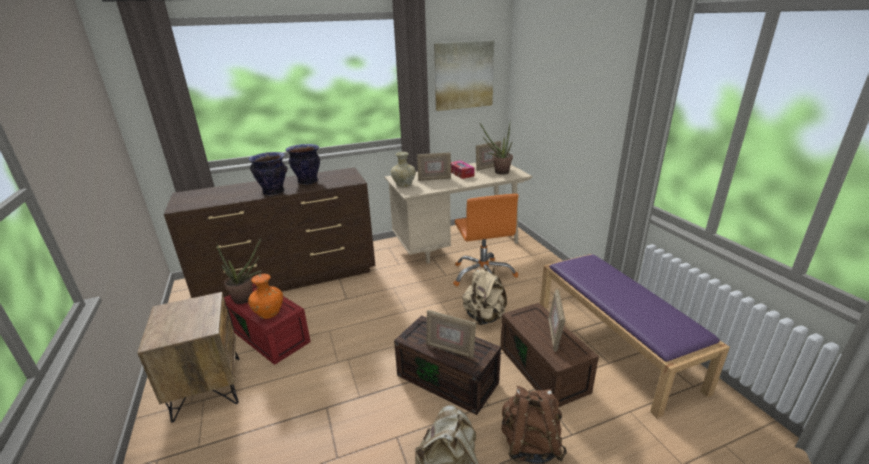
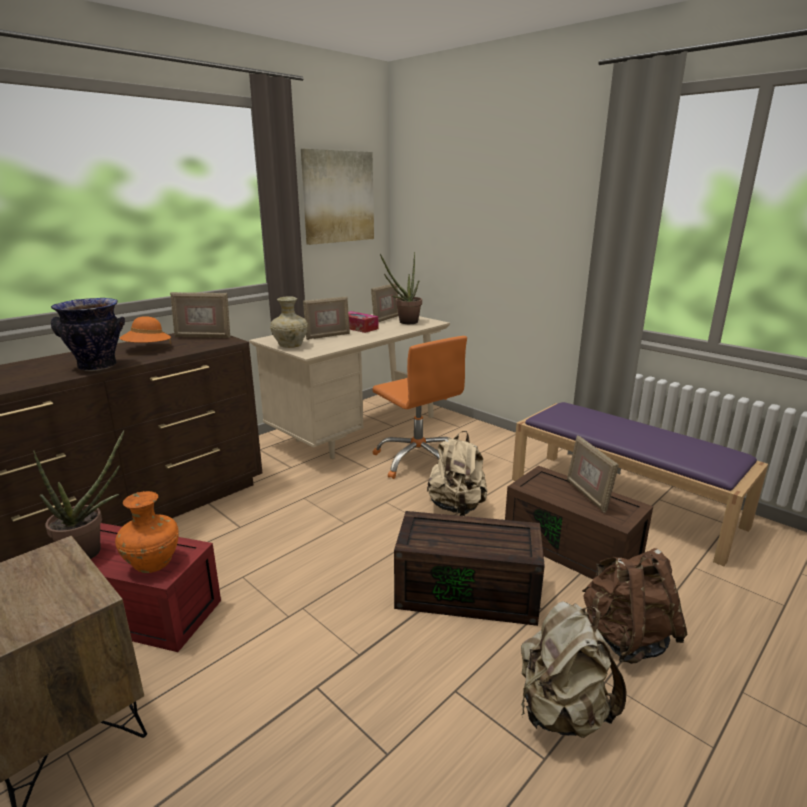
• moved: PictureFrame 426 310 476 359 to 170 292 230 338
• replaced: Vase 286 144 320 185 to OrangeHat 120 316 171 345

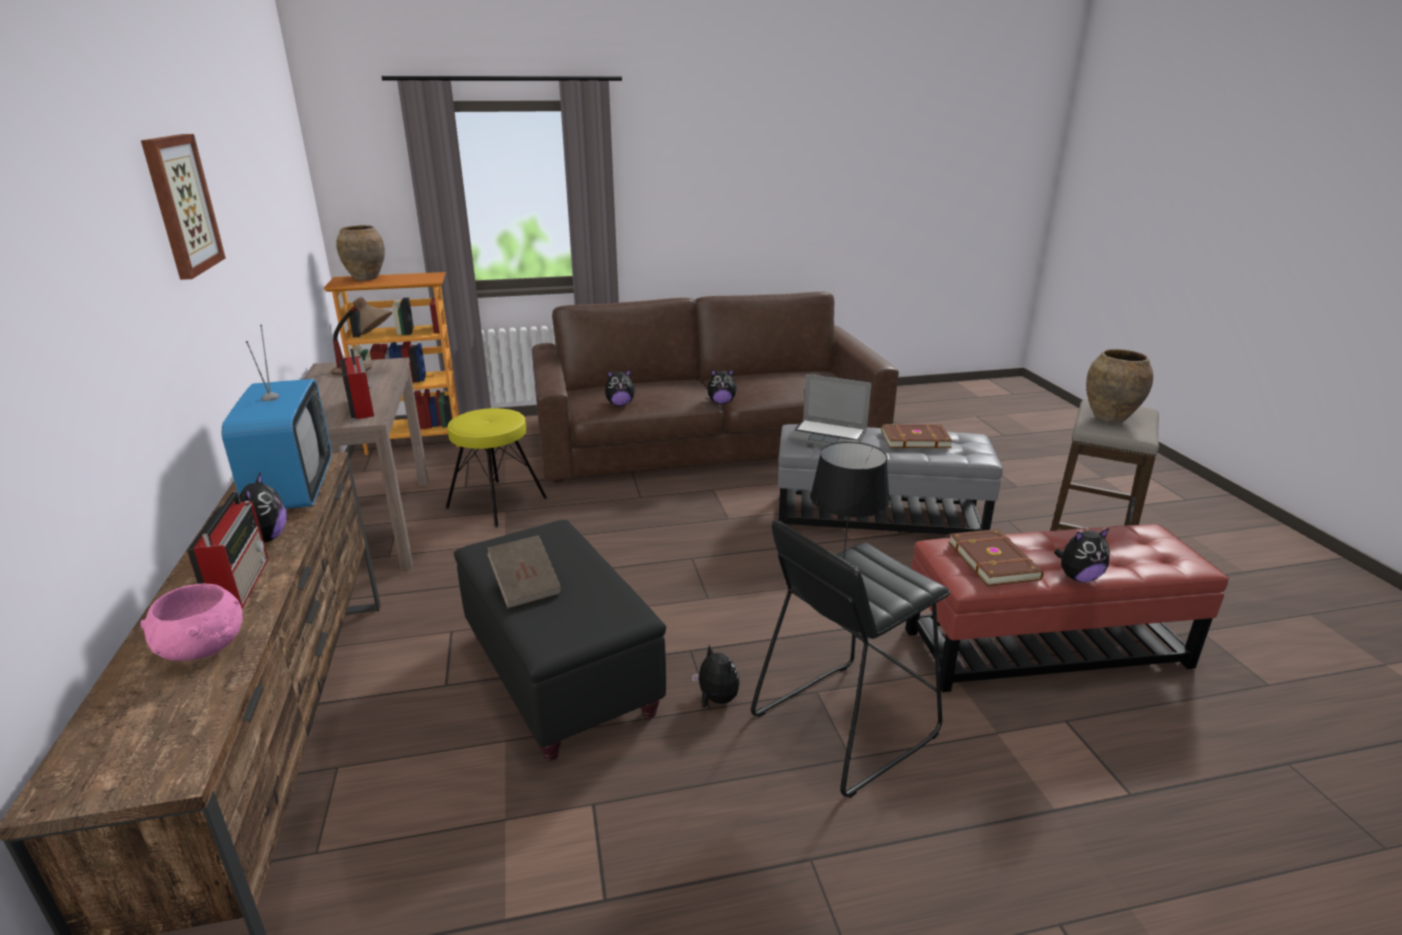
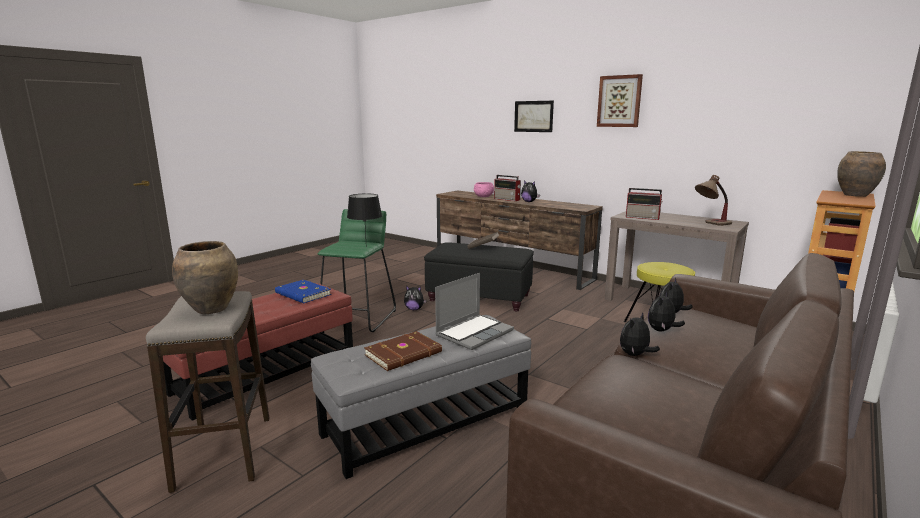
• removed: Television 221 325 332 509
• added: Picture 514 101 554 132
• moved: PlushToy 1054 528 1110 582 to 648 292 685 331
• recoloured: BlackStool 751 521 950 798 to GreenStool 317 209 396 332
• recoloured: BrownBook 948 529 1044 586 to BlueBook 275 280 331 303
• turned: Laptop 789 374 871 446 = 435 273 514 350 150 degrees clockwise

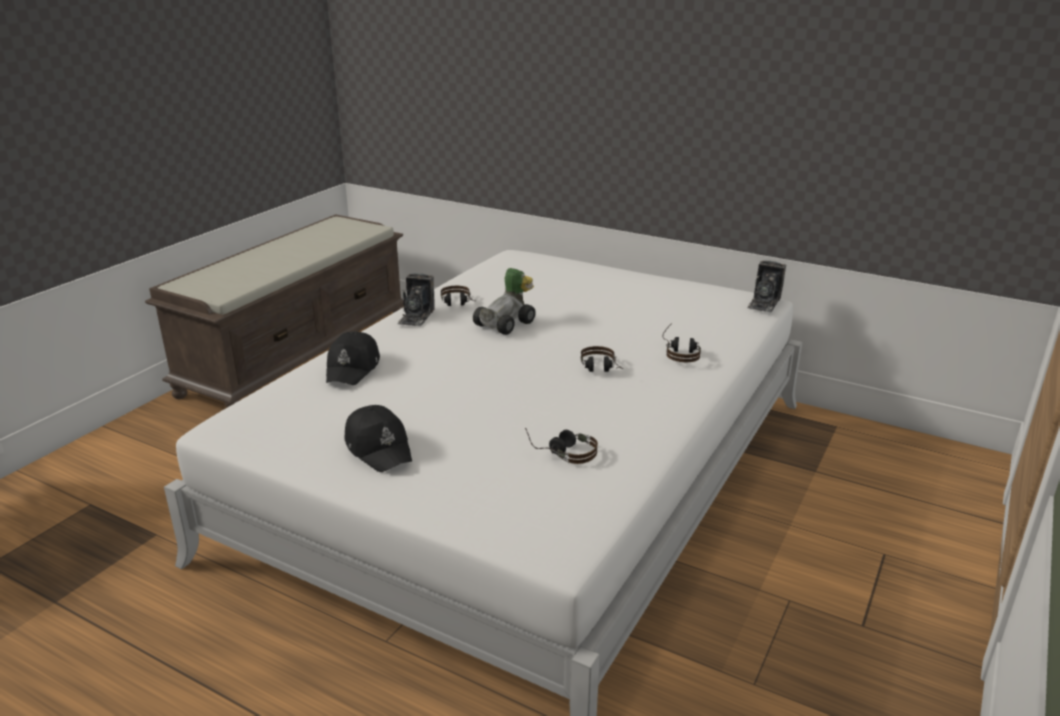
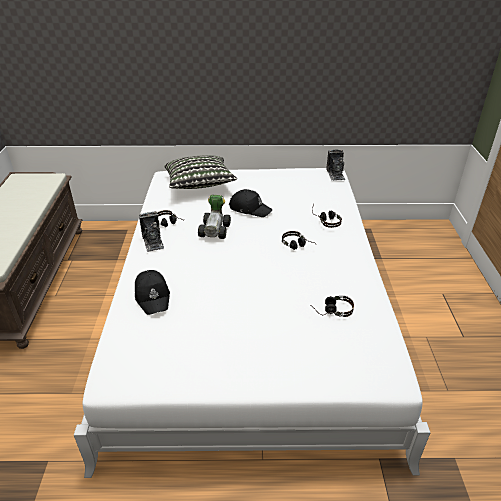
• added: Pillow 164 155 237 189
• moved: BlackCap 344 405 412 472 to 229 189 273 217

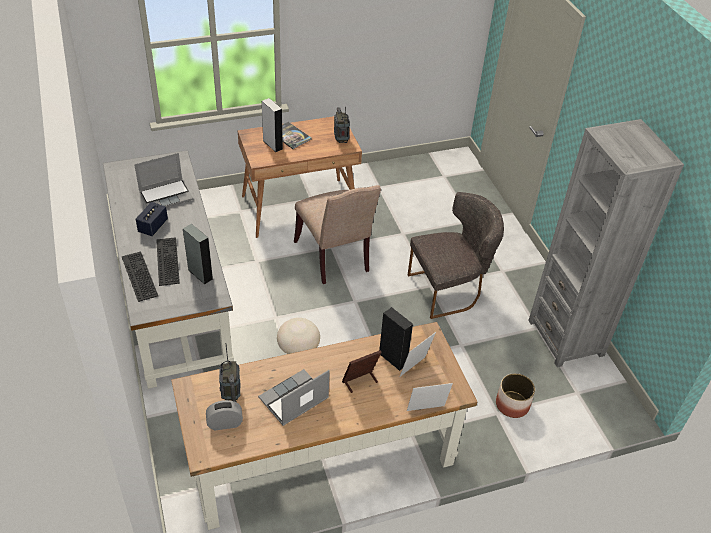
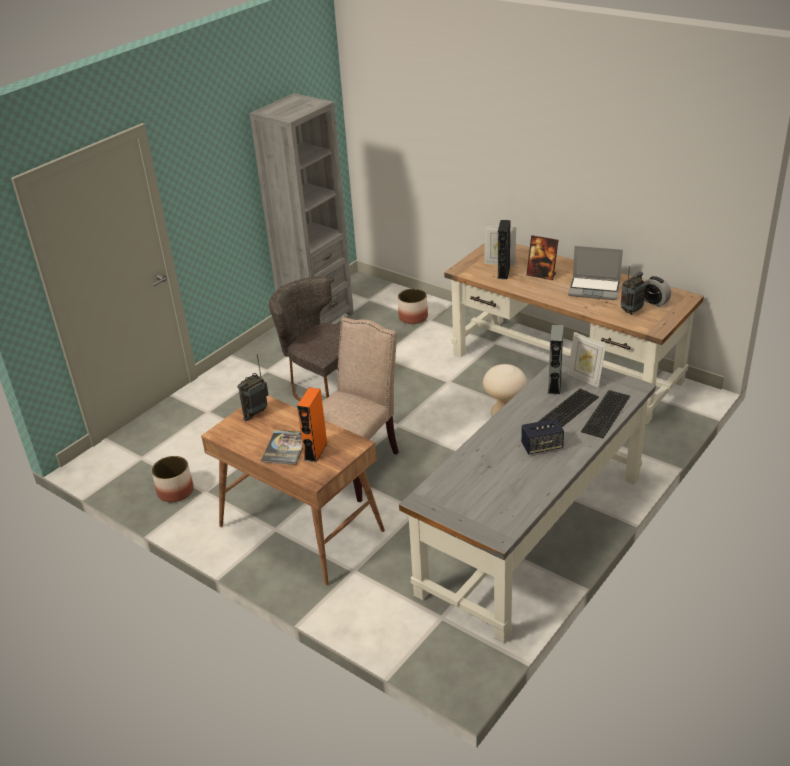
• removed: Laptop 134 153 193 208
• added: Planter 151 456 194 502
• moved: PictureFrame 407 383 453 411 to 567 332 606 388
• recoloured: GreySpeaker 262 98 283 152 to OrangeSpeaker 297 387 328 462

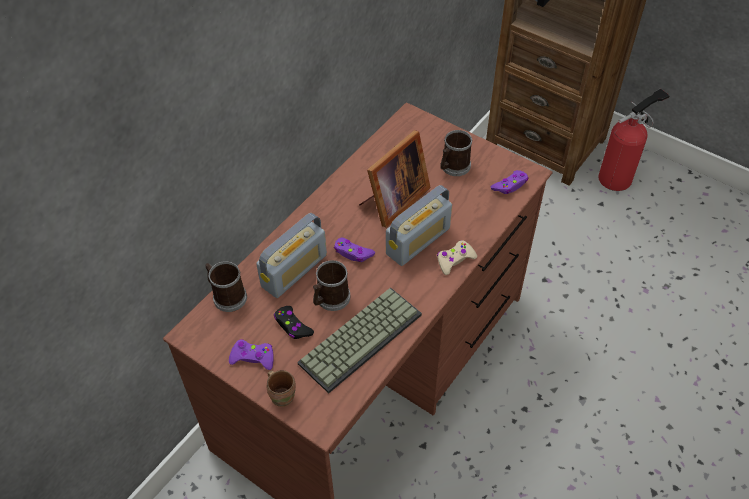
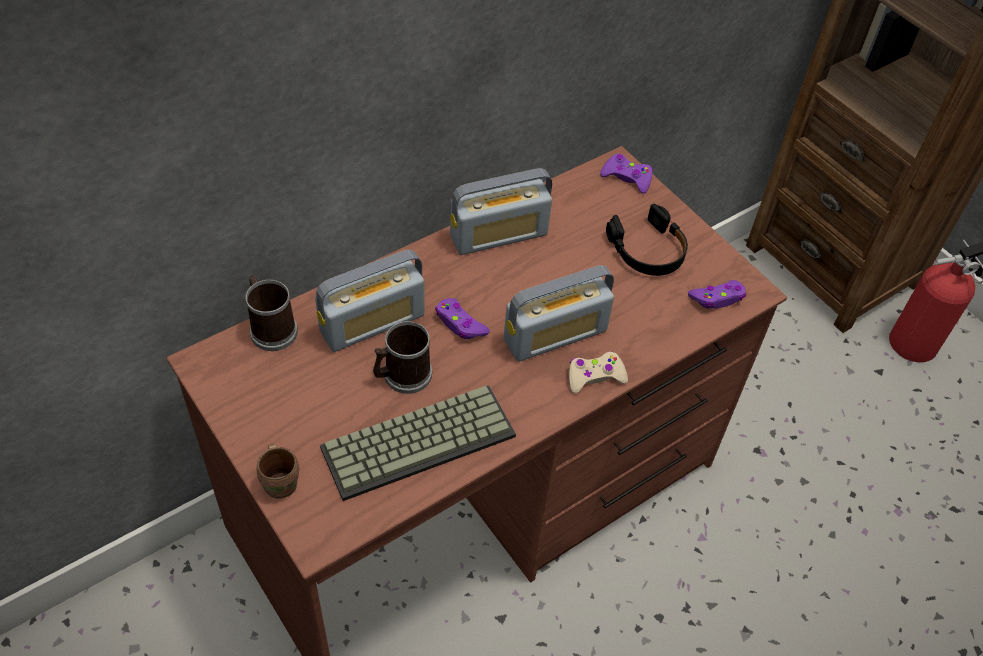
• removed: BlackGameController 274 306 314 339
• removed: PictureFrame 359 130 431 228
• added: Radio 450 168 552 255
• moved: PurpleGameController 229 339 274 370 to 600 153 653 194
• replaced: Mug 440 130 473 176 to BlackHeadphones 606 204 688 276

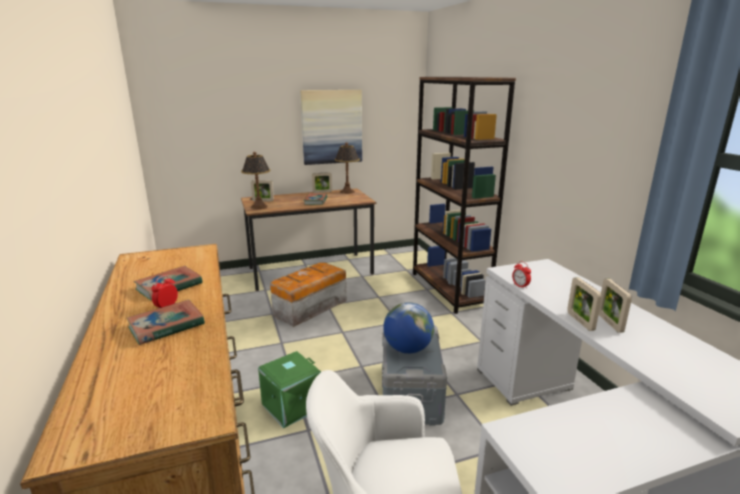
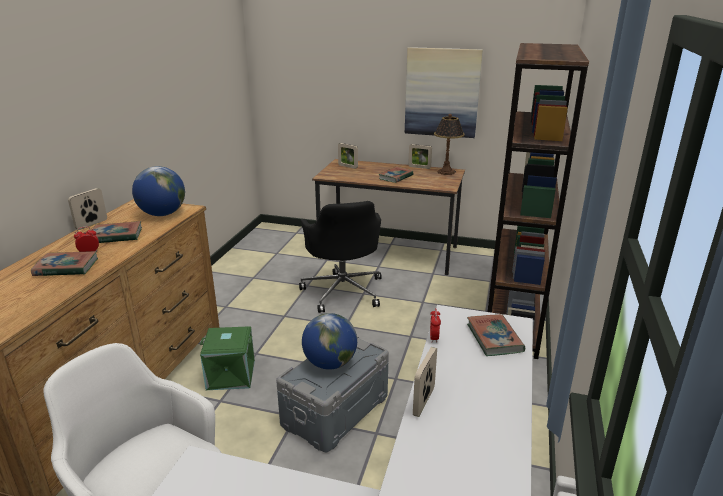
• removed: TableLamp 241 152 271 209
• added: Globe 132 166 185 216
• added: Book 467 314 525 356
• moved: PictureFrame 599 279 632 333 to 68 188 107 230
• replaced: StorageBox 270 262 347 327 to BlackOfficeChair 299 201 382 313

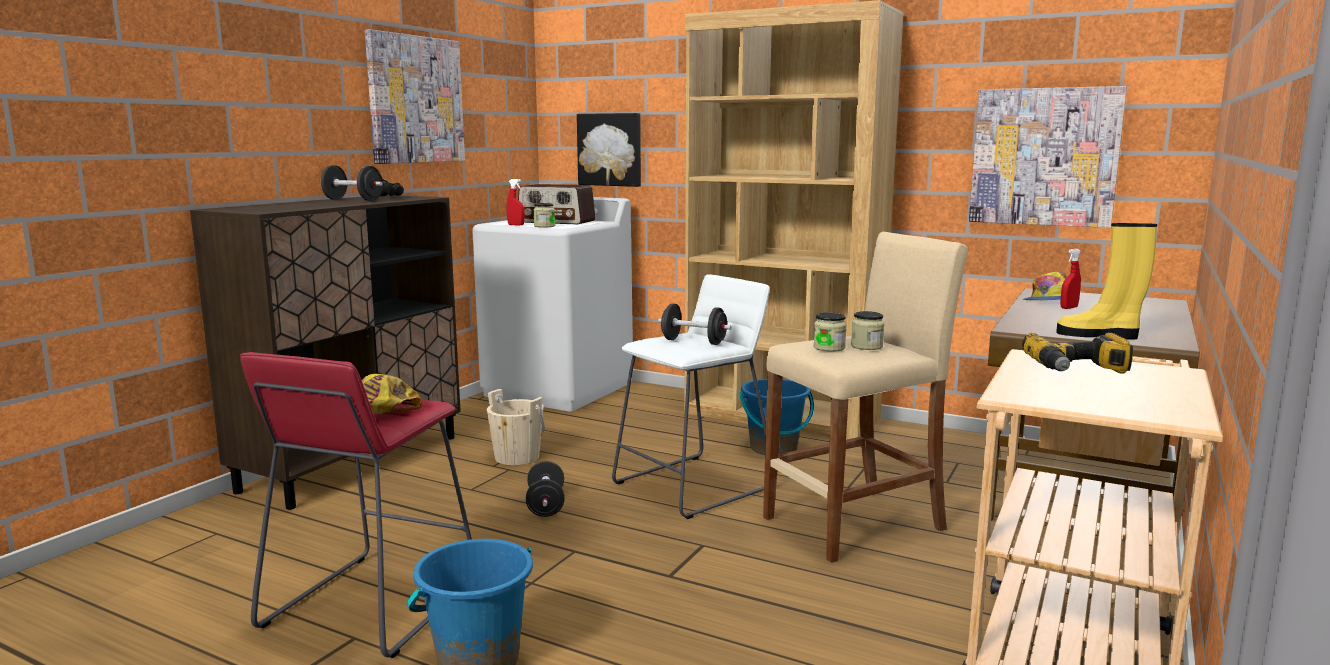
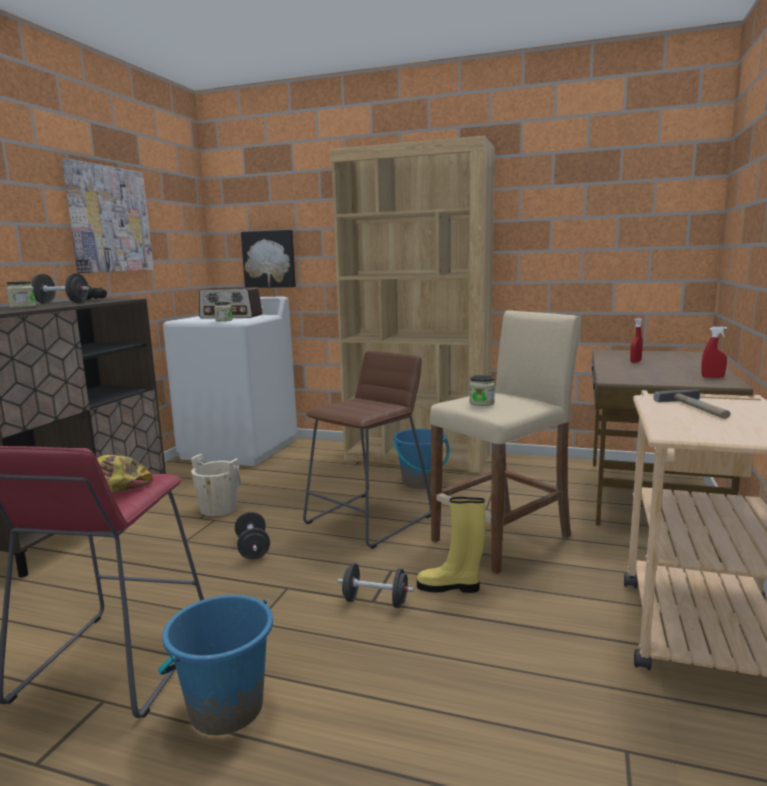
• removed: Picture 969 86 1127 228
• removed: Cap 1023 272 1067 300
• moved: RedSprayBottle 507 179 525 226 to 701 327 727 378
• moved: BlackDumbbell 658 304 731 345 to 337 563 414 608
• moved: Jar 851 311 885 350 to 6 281 36 308
• moved: YellowBoot 1056 223 1157 340 to 417 497 485 593
• replaced: PowerDrill 1022 333 1133 374 to Hammer 653 390 731 419
• recoloured: WhiteStool 612 274 770 519 to BrownStool 303 351 431 549

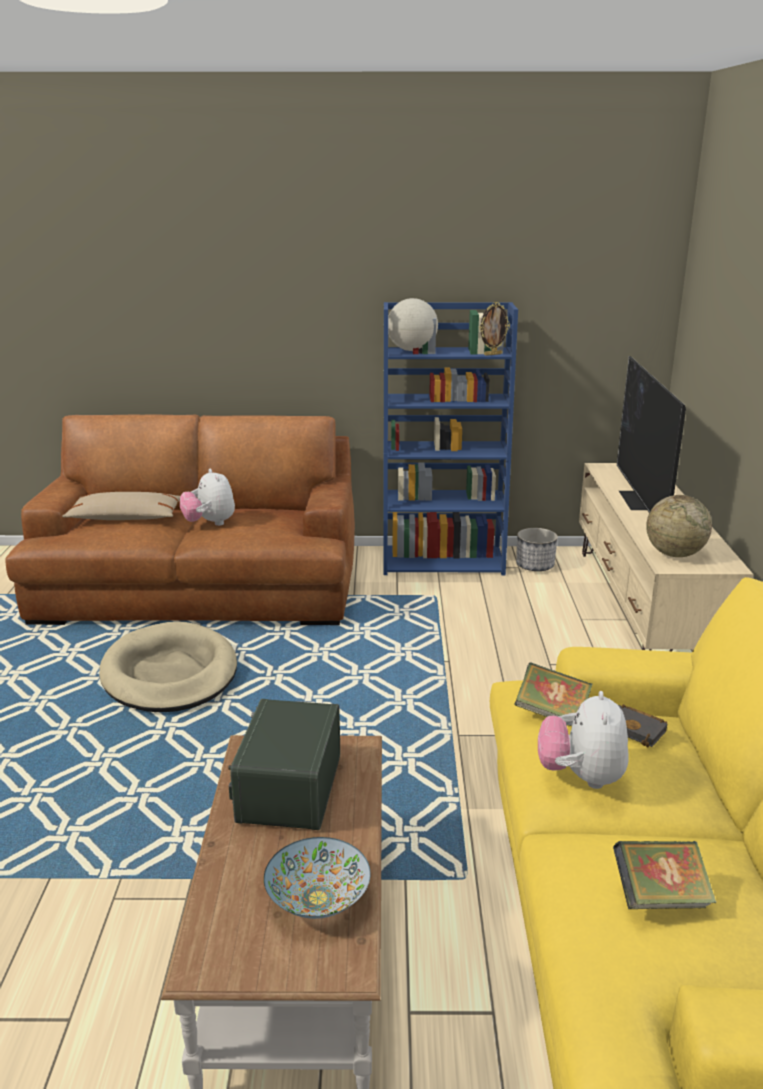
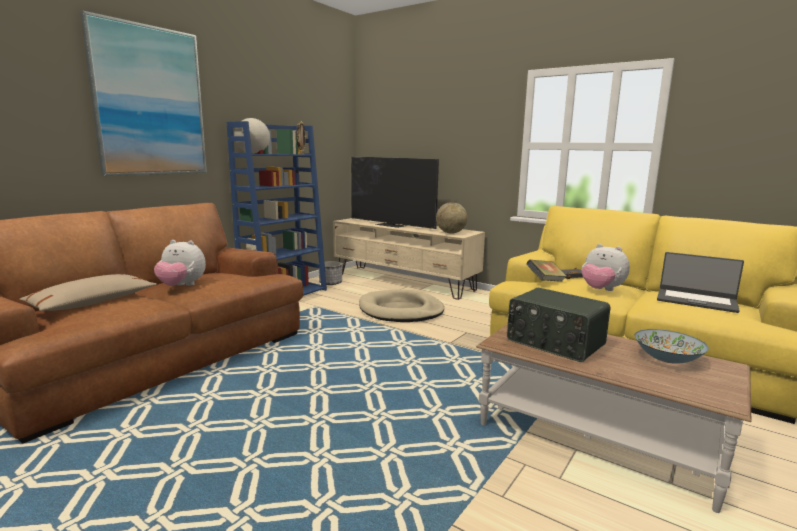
• added: Picture 80 11 207 176
• moved: BeigeDogBed 99 622 237 712 to 359 289 444 322
• replaced: Book 613 841 716 909 to Laptop 657 252 744 313

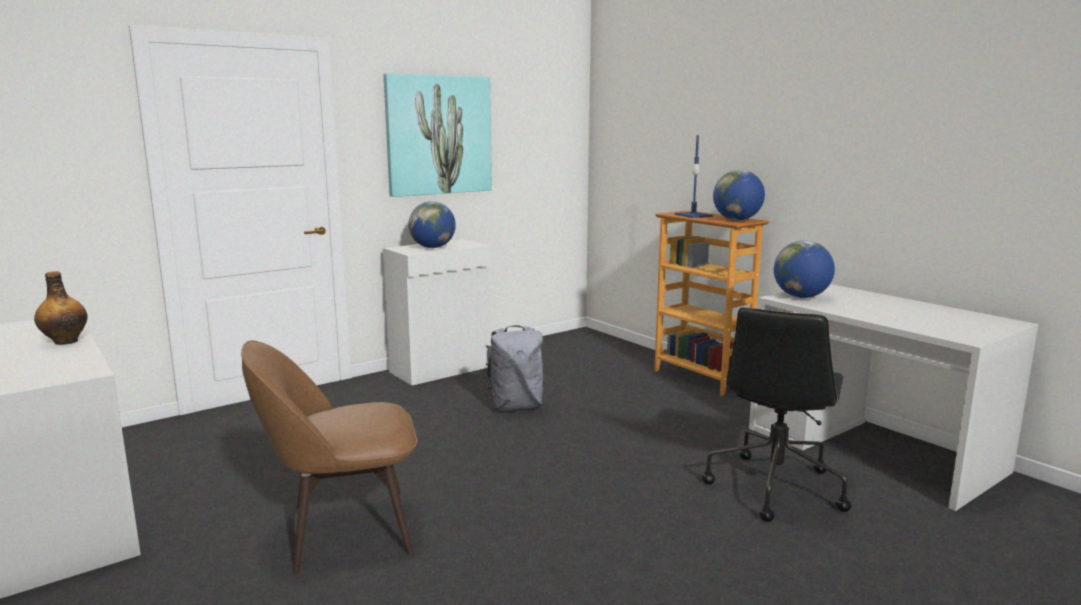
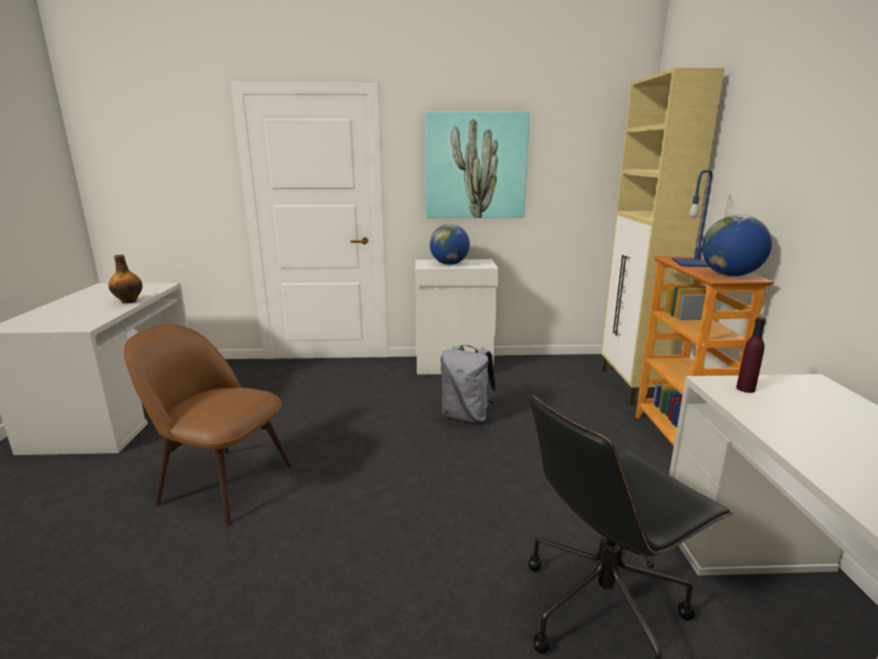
• added: BeigeCabinet 601 68 725 405
• replaced: Globe 774 241 835 298 to PurpleBottle 736 317 766 393

